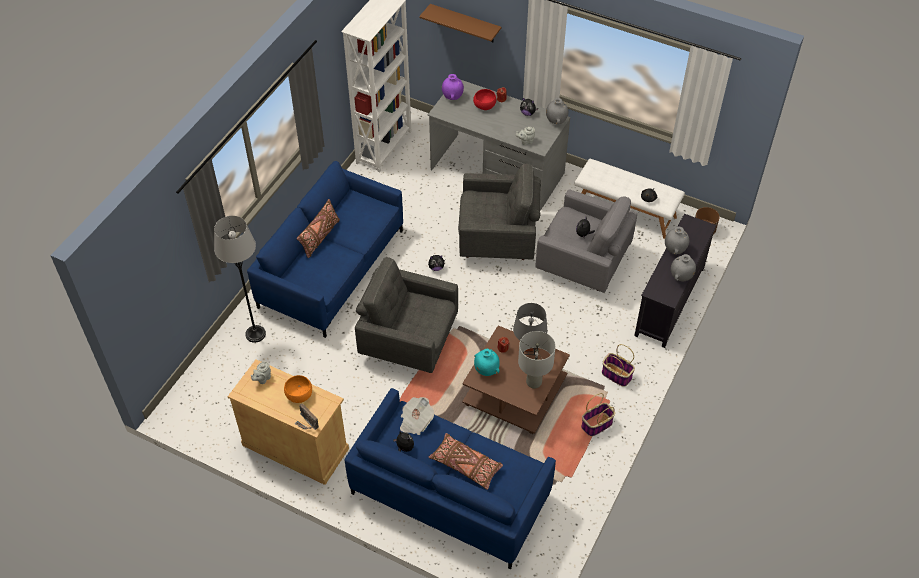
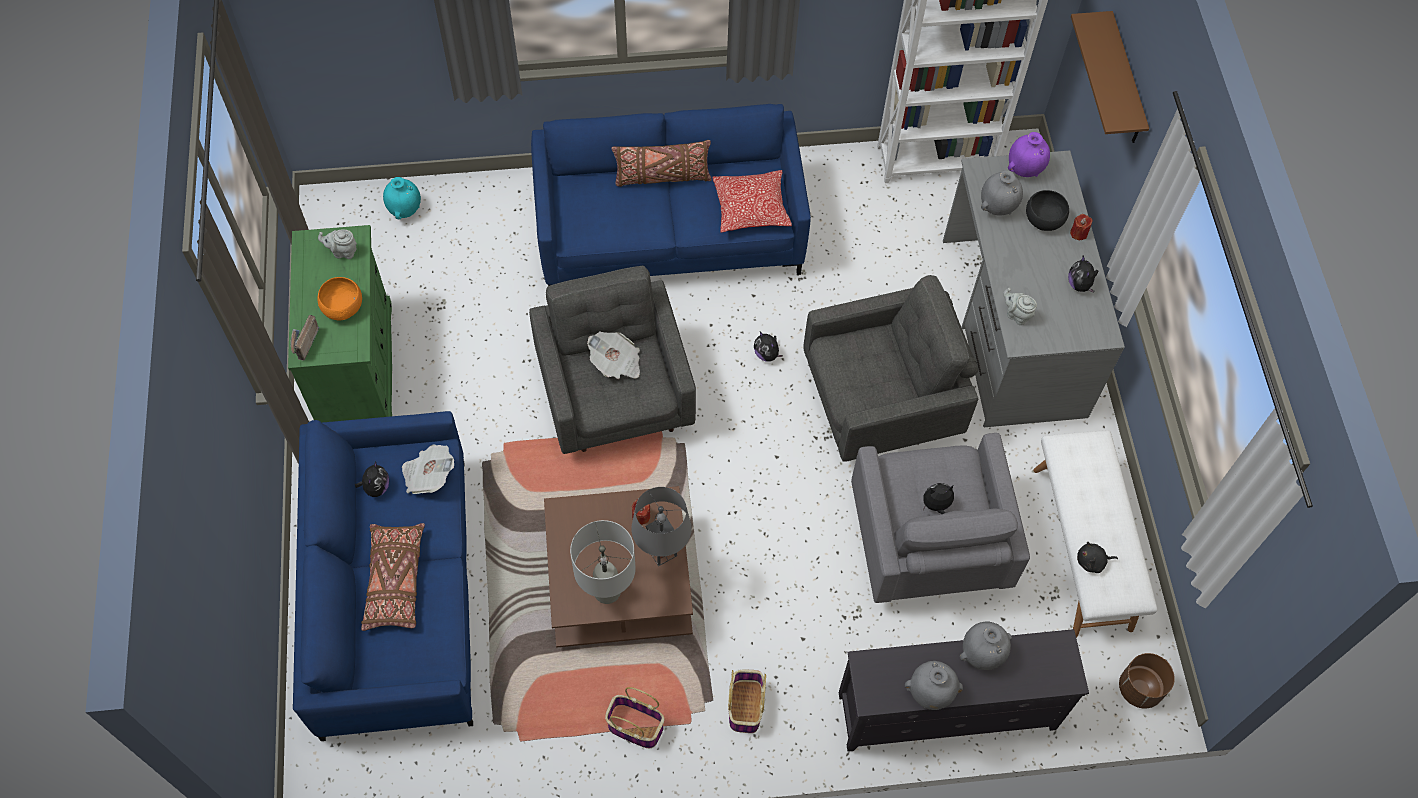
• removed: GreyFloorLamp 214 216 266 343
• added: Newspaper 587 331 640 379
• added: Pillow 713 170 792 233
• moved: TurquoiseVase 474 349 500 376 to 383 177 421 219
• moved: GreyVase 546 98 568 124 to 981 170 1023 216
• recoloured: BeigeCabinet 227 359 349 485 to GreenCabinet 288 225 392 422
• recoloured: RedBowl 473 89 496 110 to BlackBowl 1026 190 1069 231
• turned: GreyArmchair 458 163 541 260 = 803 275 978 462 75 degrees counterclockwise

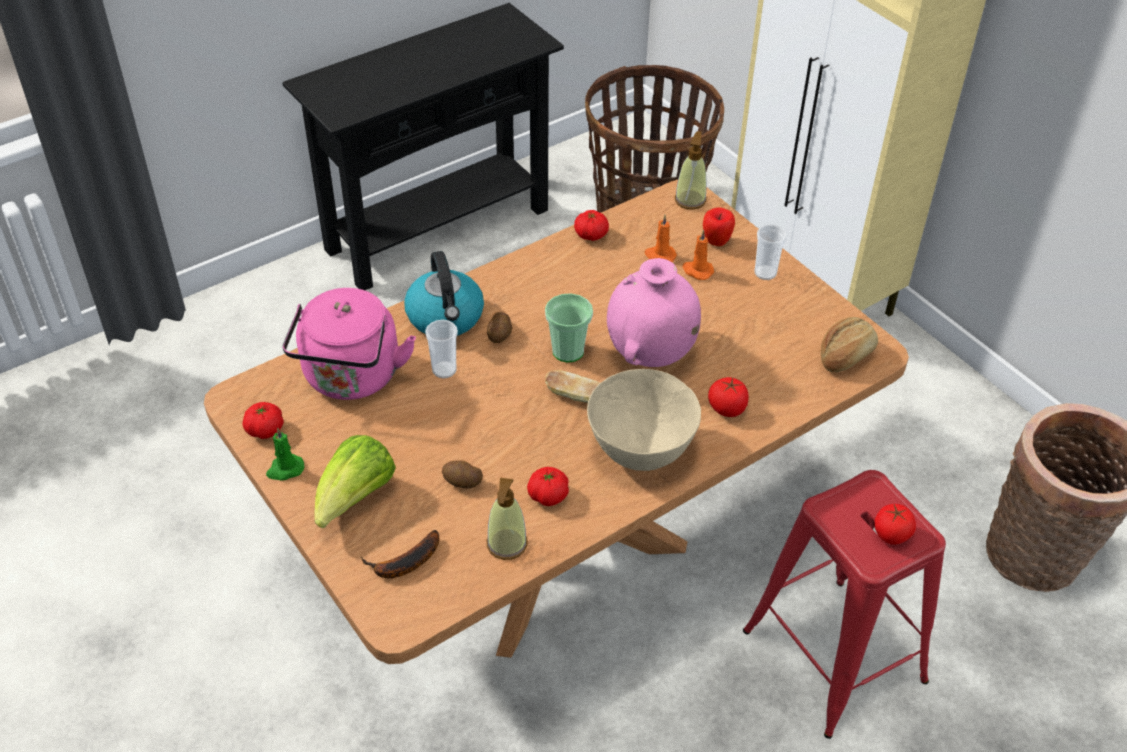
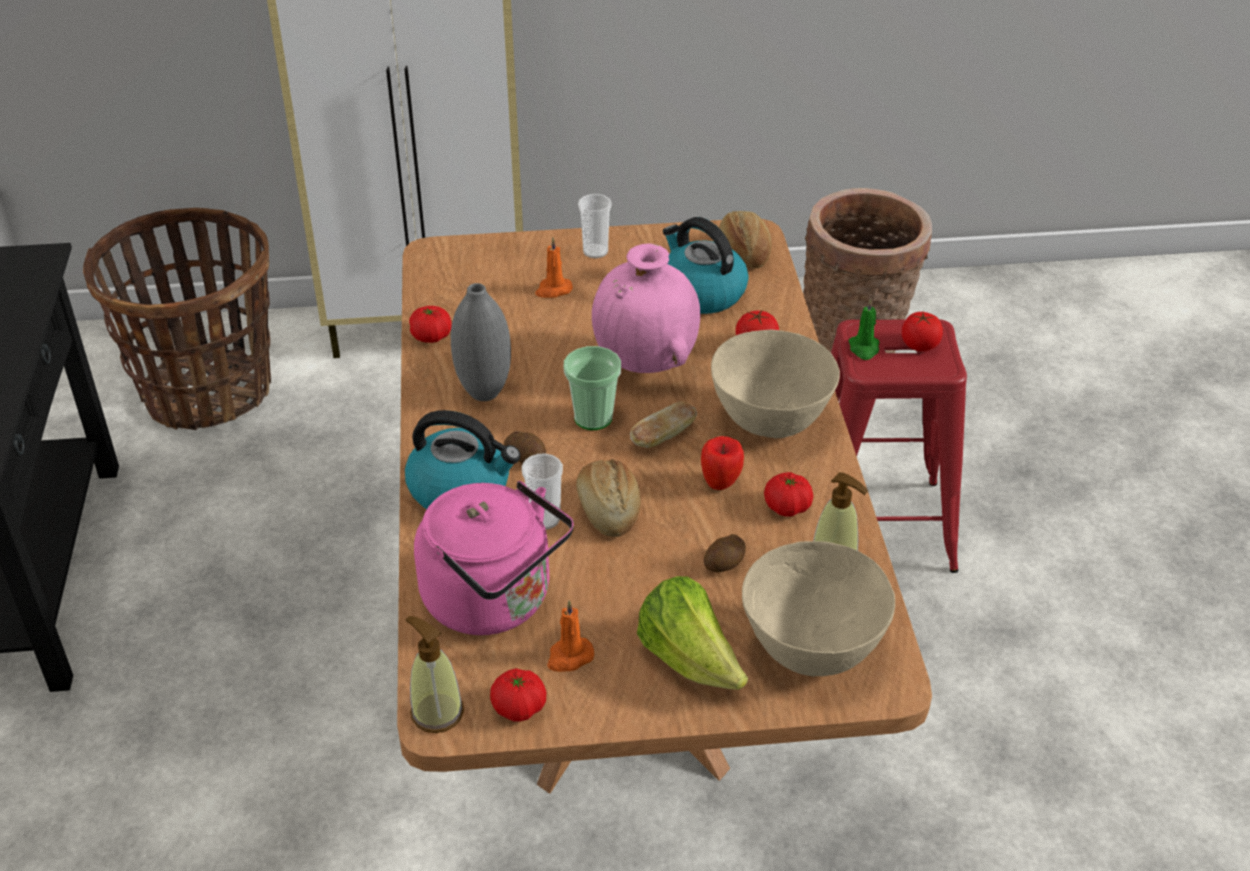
• added: GreyVase 451 283 511 401
• added: Bread 576 459 641 537
• added: Kettle 663 217 749 314
• moved: GreenCandle 266 428 305 481 to 849 298 880 360
• moved: OrangeCandle 645 215 677 262 to 547 600 594 672
• moved: SoapDispenser 675 131 706 210 to 405 616 464 733
• moved: Apple 703 207 735 246 to 701 436 744 490
• replaced: Banana 361 530 440 578 to BeigeBowl 742 541 895 676

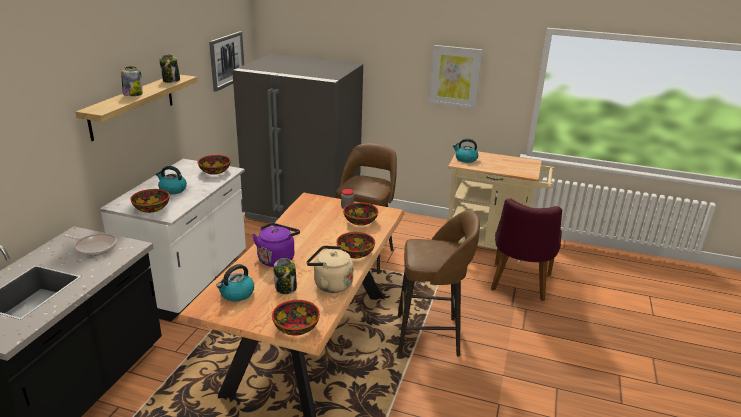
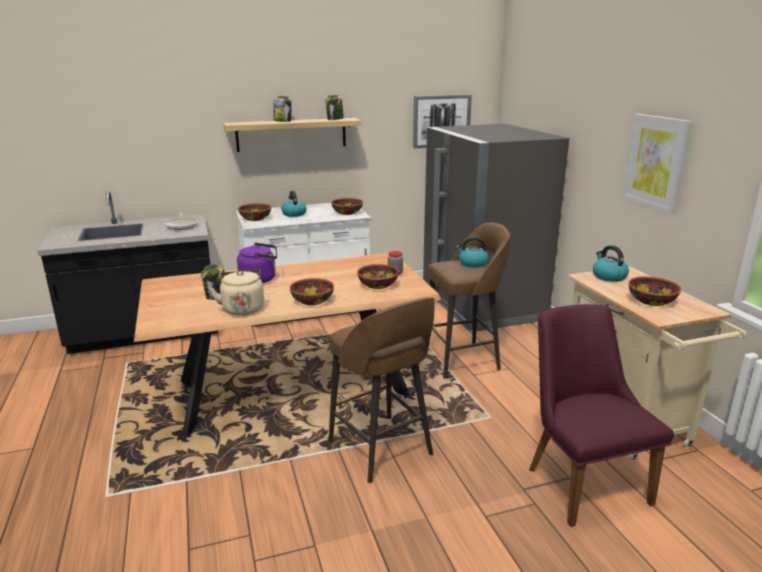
• moved: Kettle 216 264 254 302 to 455 237 489 268
• moved: Bowl 272 300 320 336 to 629 276 681 306
• turned: PurpleChair 491 198 562 301 = 529 304 674 527 90 degrees clockwise

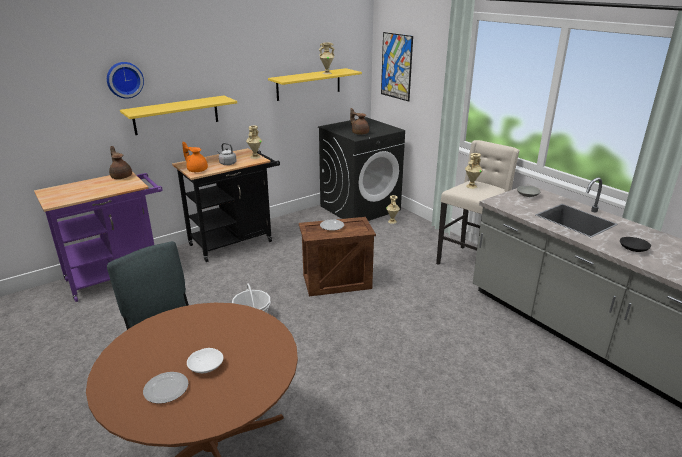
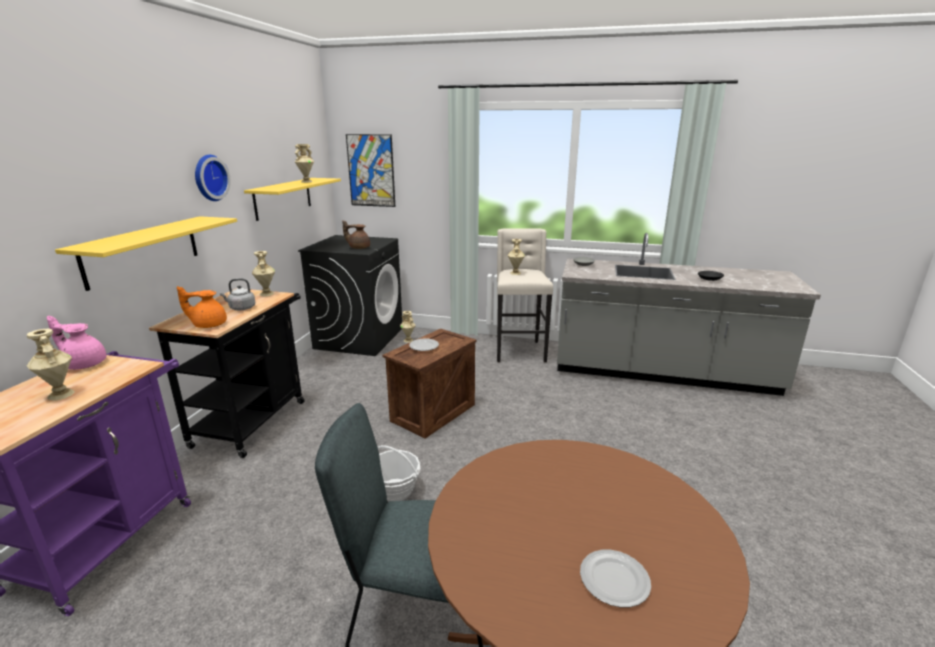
• removed: WhiteBowl 187 348 223 373
• added: BeigeVase 27 328 74 401
• moved: WallClock 107 62 144 99 to 195 155 231 201
• recoloured: BrownTeapot 109 146 132 179 to PinkTeapot 47 316 106 370

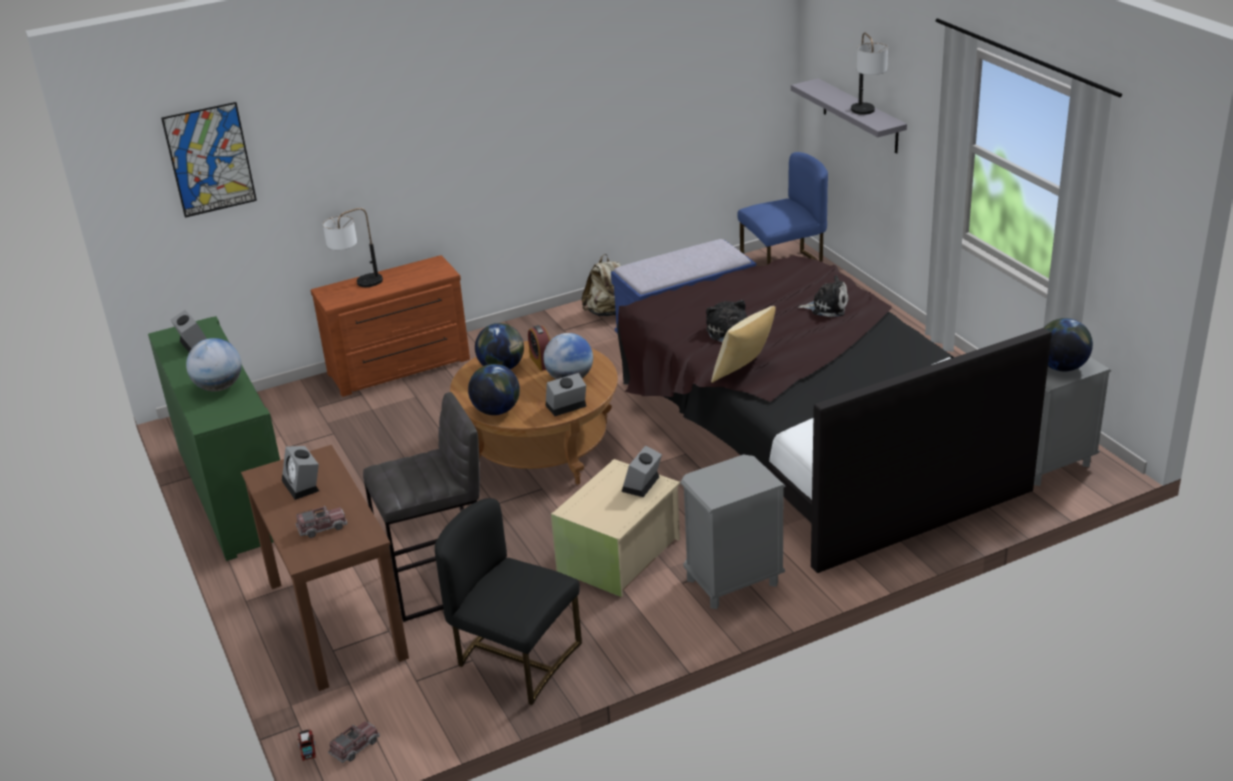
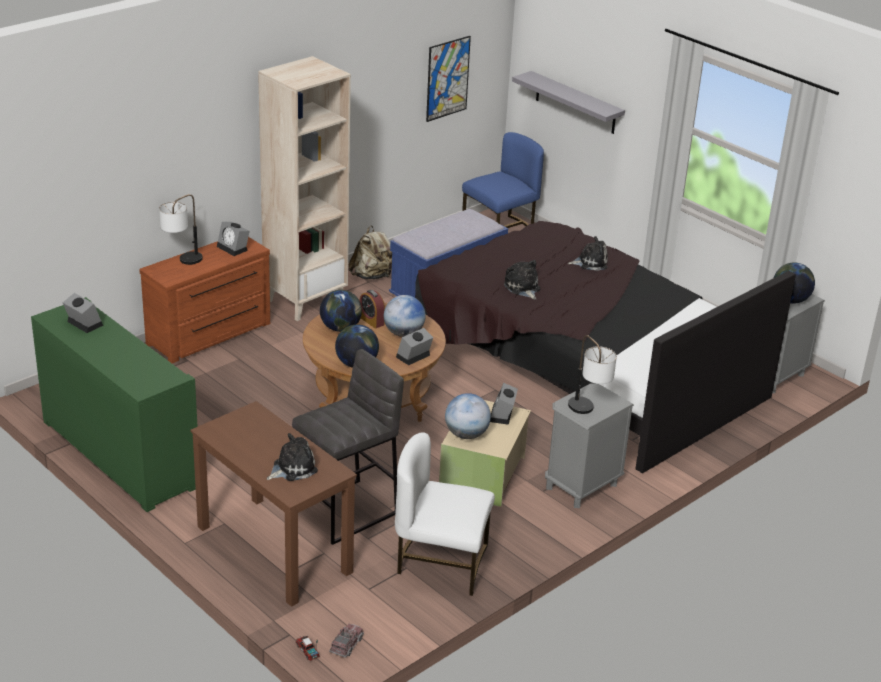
• removed: Pillow 711 306 776 383
• added: BeigeBookcase 258 56 351 321
• moved: Picture 161 102 257 218 to 426 36 471 122
• moved: Globe 186 338 242 391 to 445 393 491 439
• moved: AlarmClock 282 446 319 500 to 217 222 250 256
• moved: TableLamp 851 32 888 115 to 568 335 617 414
• replaced: ToyTruck 295 506 347 538 to PlushToy 267 433 318 481
• recoloured: BlackChair 435 498 582 705 to WhiteChair 395 432 495 596

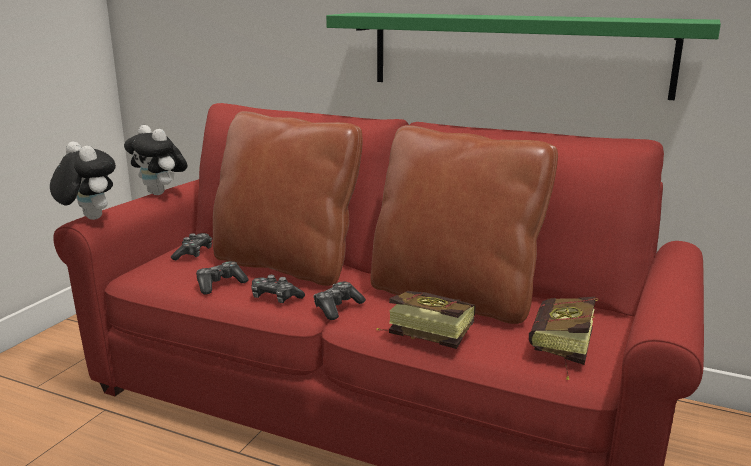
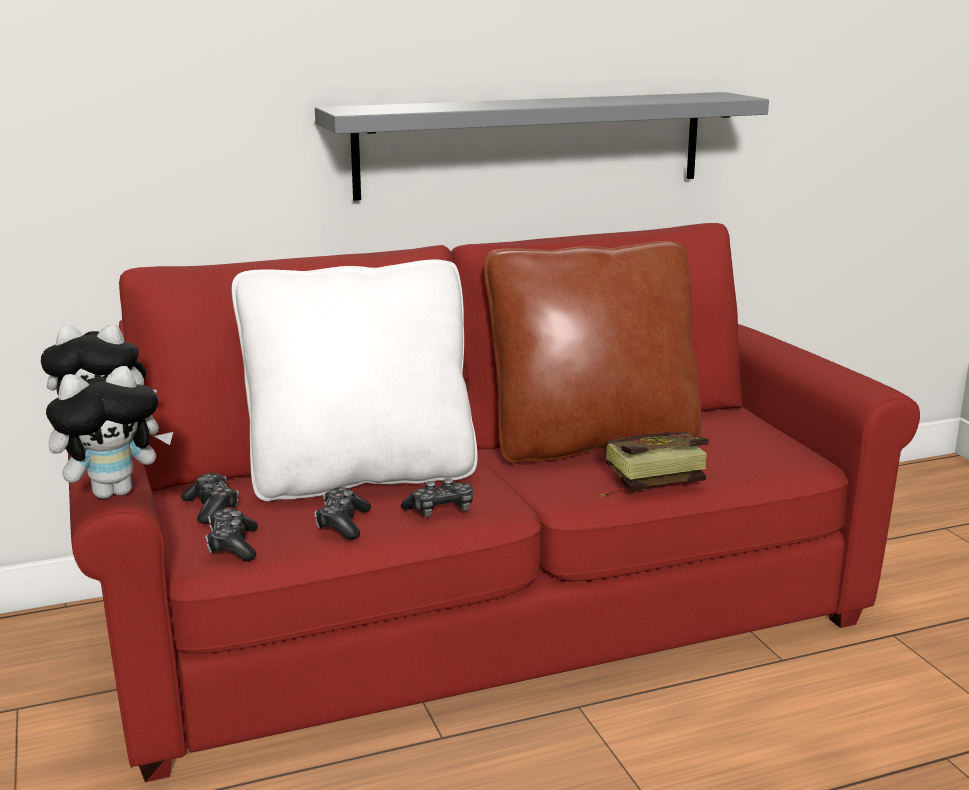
• removed: Book 529 297 598 380
• moved: GameController 313 282 366 320 to 205 508 258 561
• recoloured: BrownPillow 213 111 362 286 to WhitePillow 232 260 478 501
• recoloured: GreenShelf 326 13 721 100 to GreyShelf 315 92 769 201
• turned: PlushToy 50 142 116 220 = 46 366 173 499 150 degrees clockwise

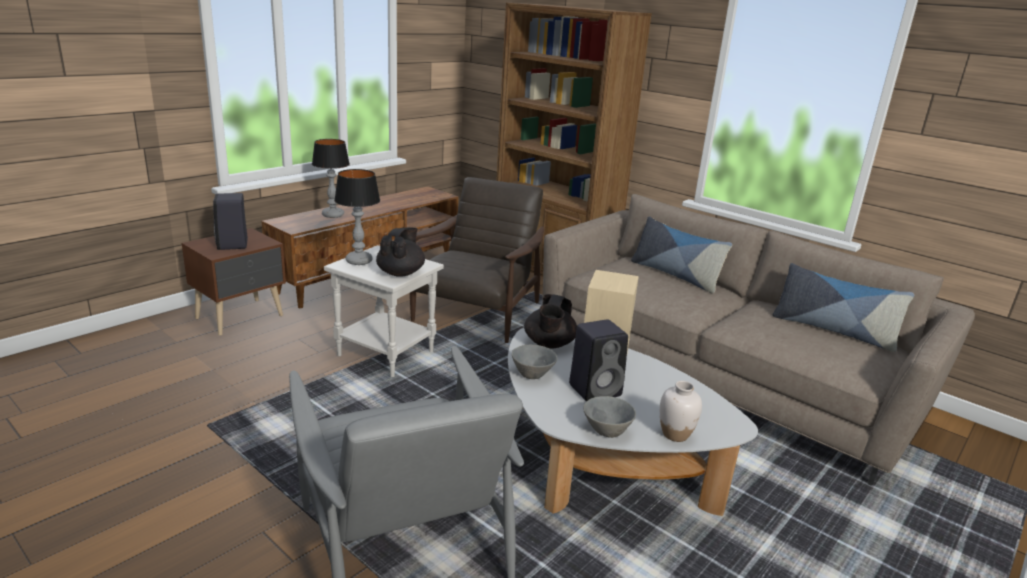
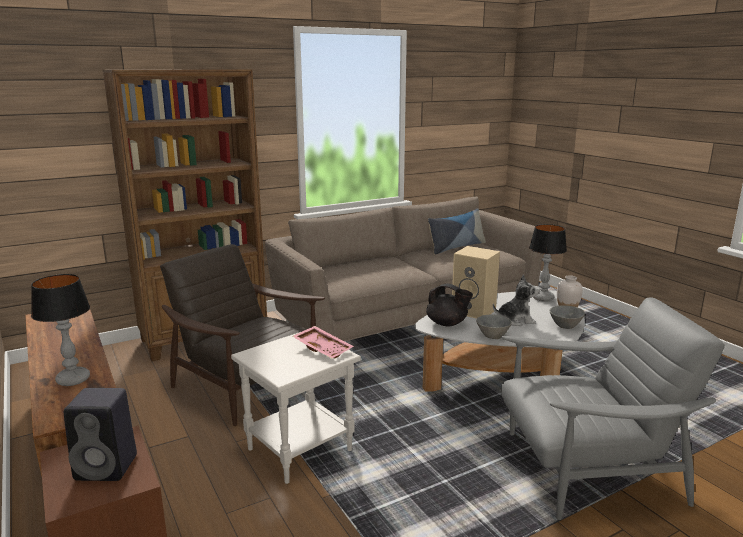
• removed: Pillow 631 216 732 294
• moved: TableLamp 334 169 380 265 to 529 224 567 302
• replaced: BlackTeapot 376 228 425 277 to PinkTray 293 326 354 359
• replaced: BlackSpeaker 569 319 628 402 to PlushToy 493 274 540 326

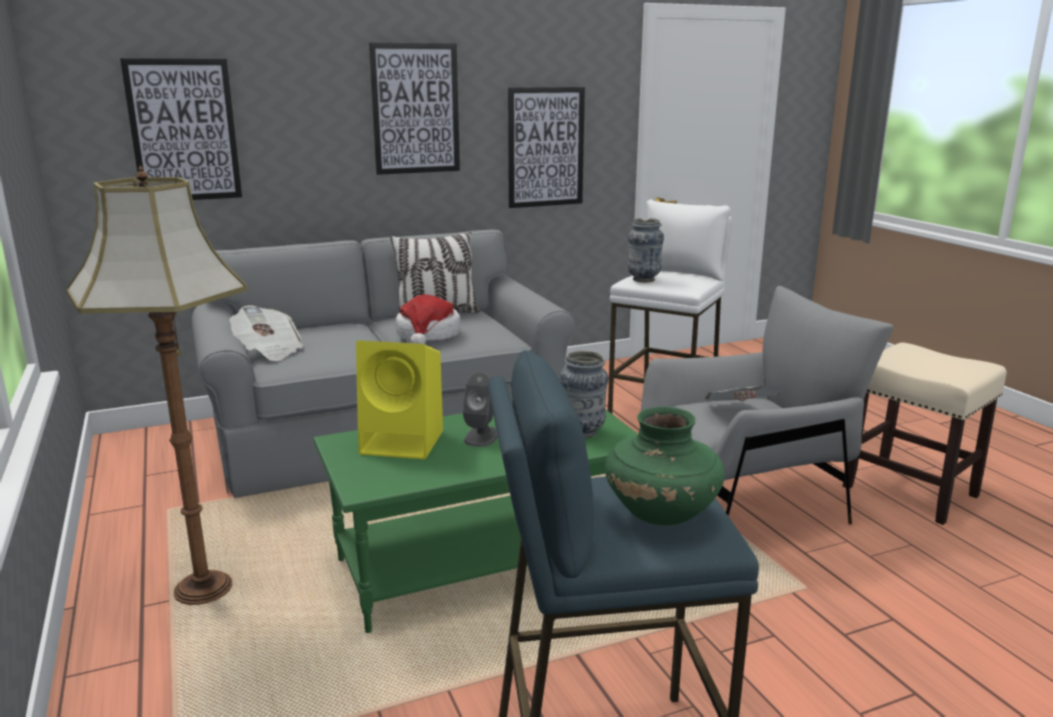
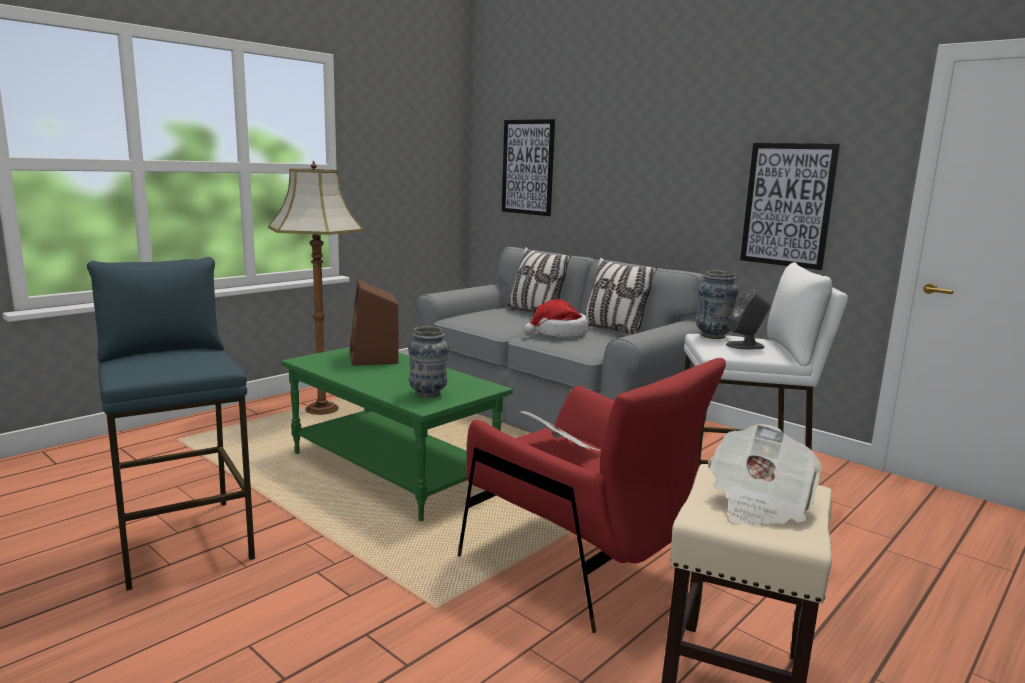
• removed: Picture 369 42 460 175
• removed: GreenVase 605 407 725 526
• added: Pillow 507 247 571 313
• moved: Newspaper 229 306 303 361 to 708 424 822 526
• moved: GreySpeaker 463 372 498 447 to 726 290 770 349
• recoloured: YellowSpeaker 356 341 443 459 to BrownSpeaker 349 279 399 366
• recoloured: GreyArmchair 641 286 893 525 to RedArmchair 458 358 726 633

